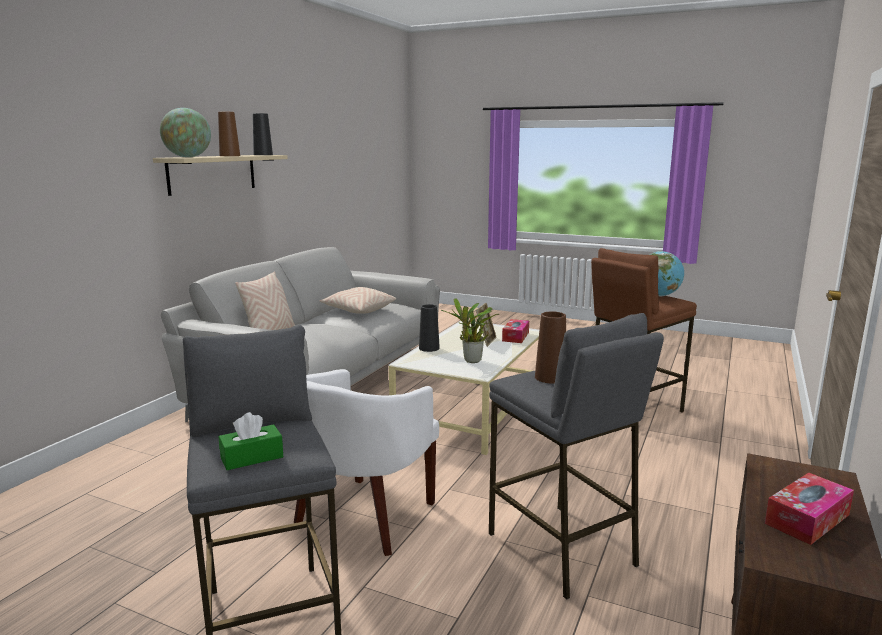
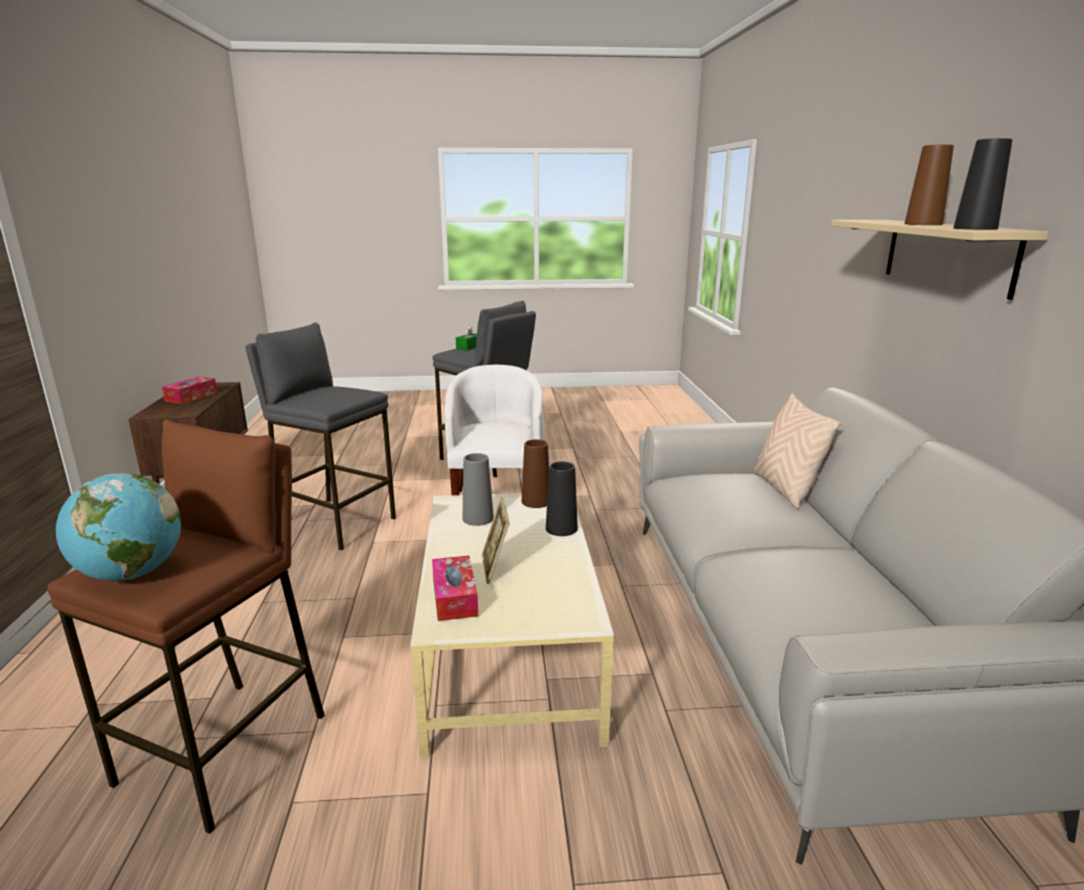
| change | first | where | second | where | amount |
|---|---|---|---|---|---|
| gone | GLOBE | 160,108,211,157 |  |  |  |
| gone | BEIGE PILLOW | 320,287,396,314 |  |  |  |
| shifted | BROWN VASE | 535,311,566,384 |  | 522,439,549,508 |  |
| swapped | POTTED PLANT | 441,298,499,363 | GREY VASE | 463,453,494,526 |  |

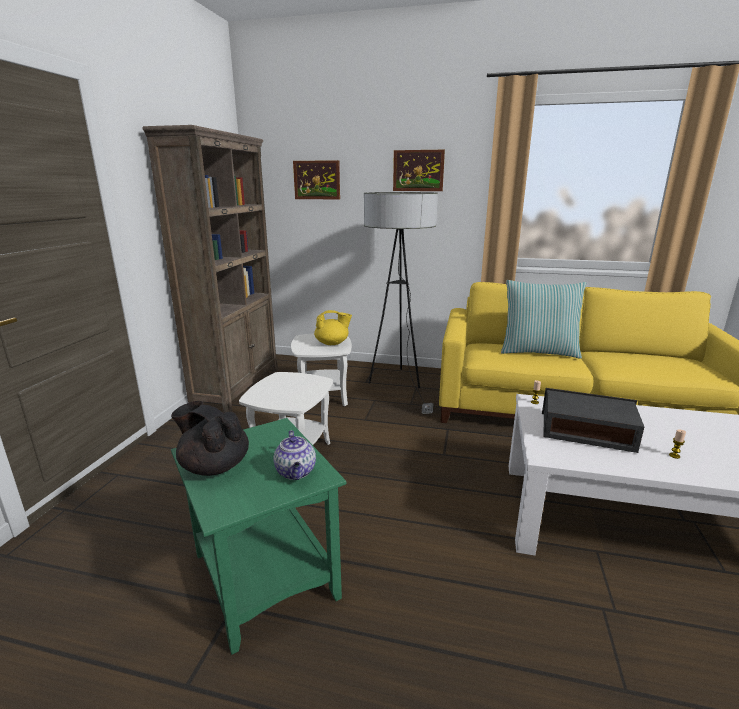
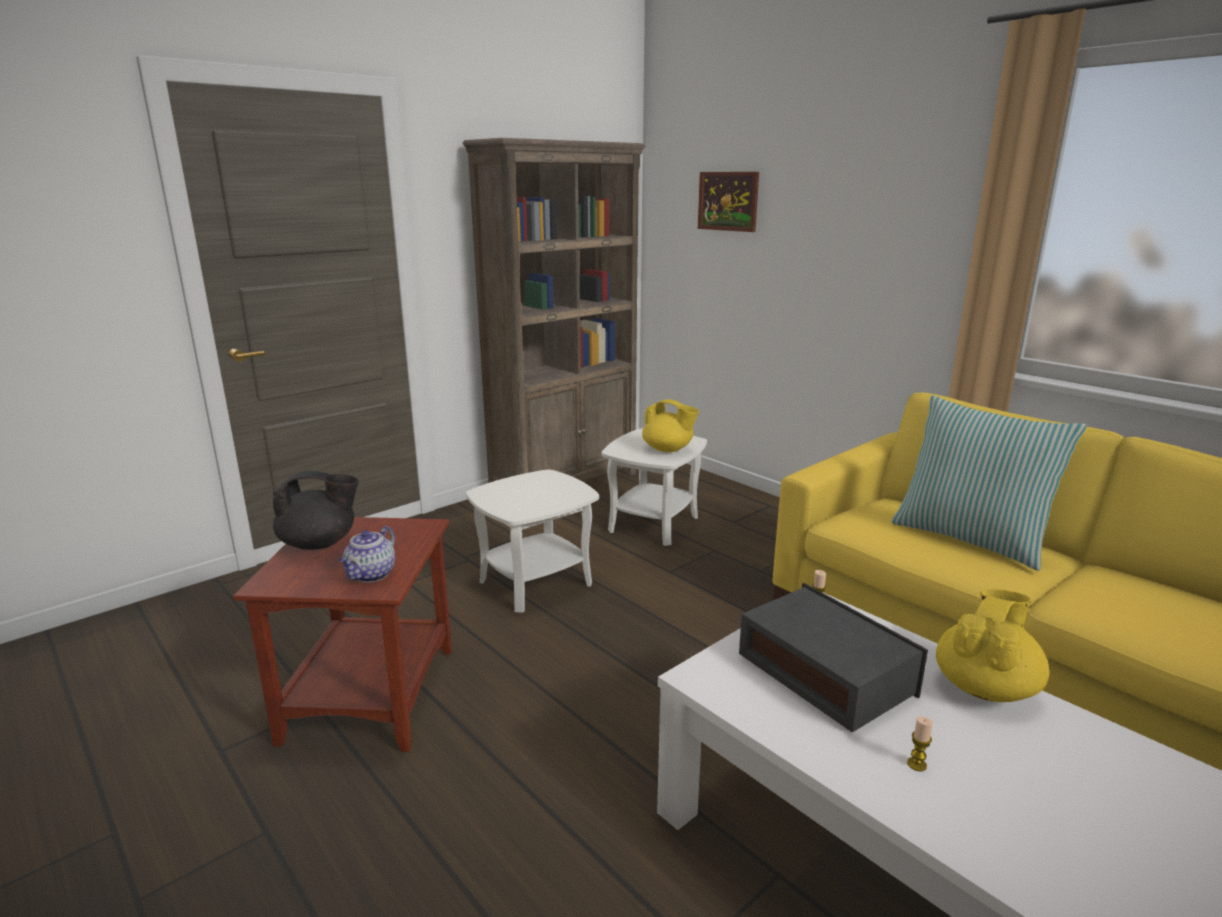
| change | first | where | second | where | amount |
|---|---|---|---|---|---|
| gone | FLOOR LAMP | 364,192,438,414 |  |  |  |
| gone | PICTURE | 393,150,445,191 |  |  |  |
| new |  |  | YELLOW TEAPOT | 936,589,1049,702 |  |
| repainted | GREEN SIDE TABLE | 171,418,346,655 | BROWN SIDE TABLE | 233,517,452,752 |  |
| rotated | BLACK TEAPOT | 171,401,249,476 |  | 273,471,359,550 | 105 degrees clockwise |

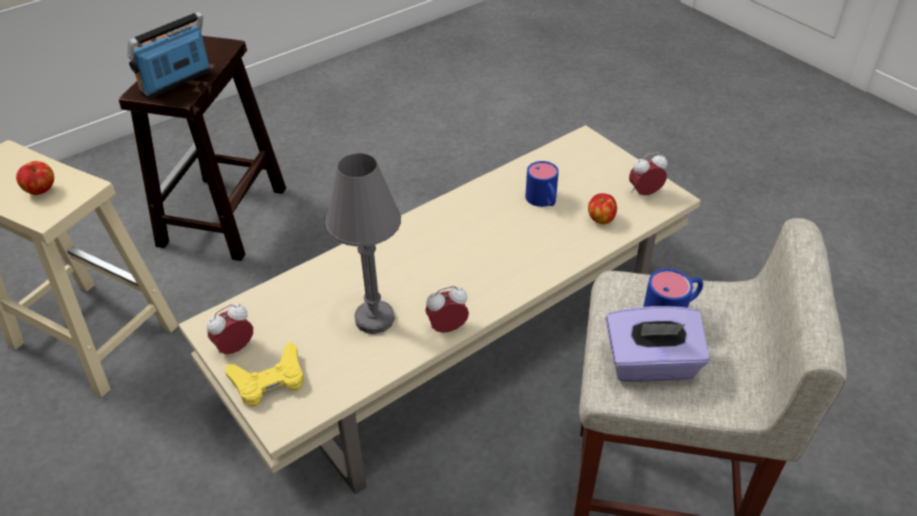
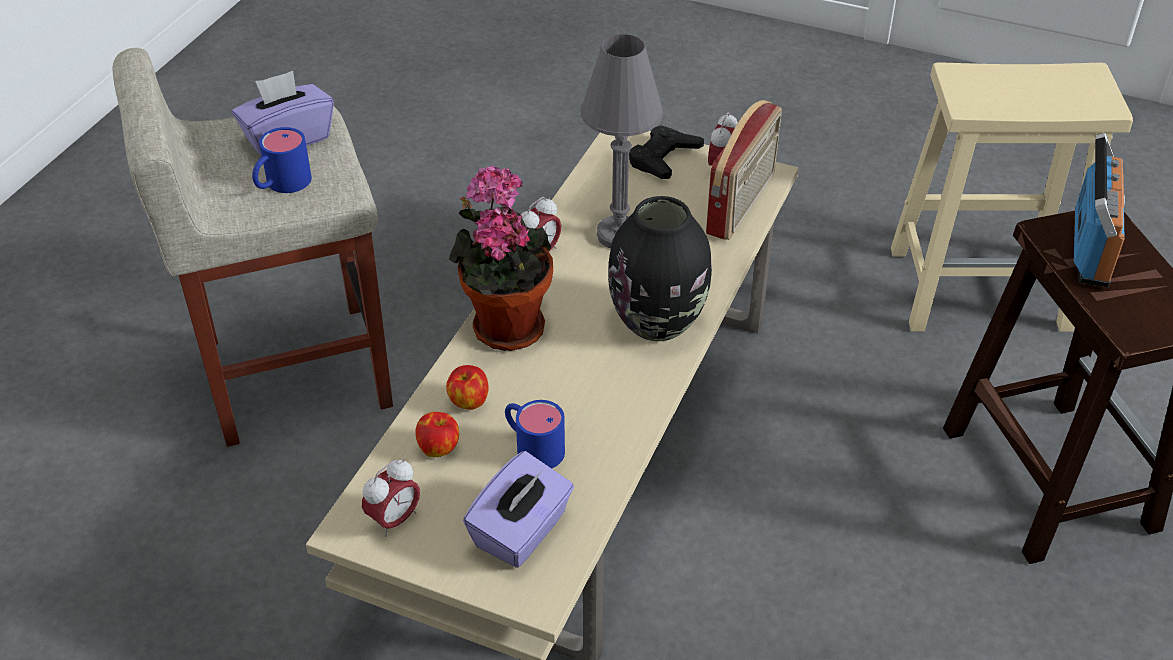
| change | first | where | second | where | amount |
|---|---|---|---|---|---|
| new |  |  | POTTED PLANT | 449,165,553,351 |  |
| new |  |  | PURPLE TISSUE BOX | 463,451,574,568 |  |
| new |  |  | BLACK VASE | 608,196,712,342 |  |
| new |  |  | RADIO | 706,100,782,240 |  |
| shifted | APPLE | 16,161,54,195 |  | 446,365,489,410 |  |
| repainted | YELLOW GAME CONTROLLER | 225,341,304,407 | BLACK GAME CONTROLLER | 629,125,704,179 |  |

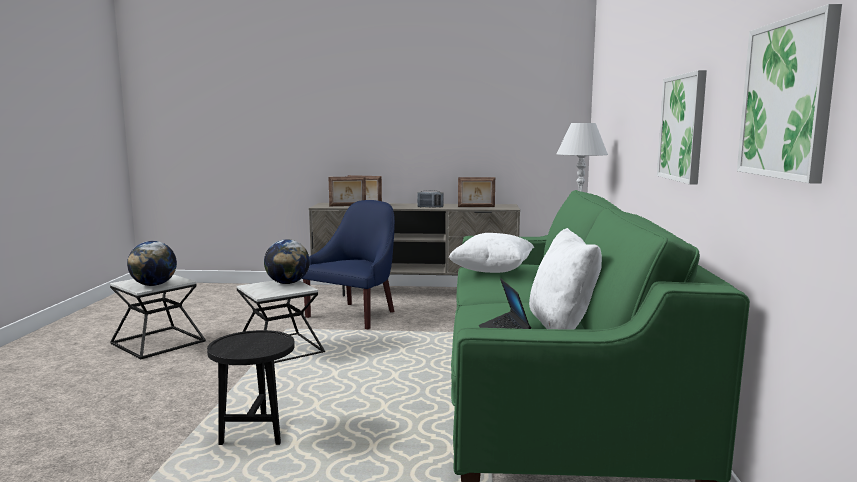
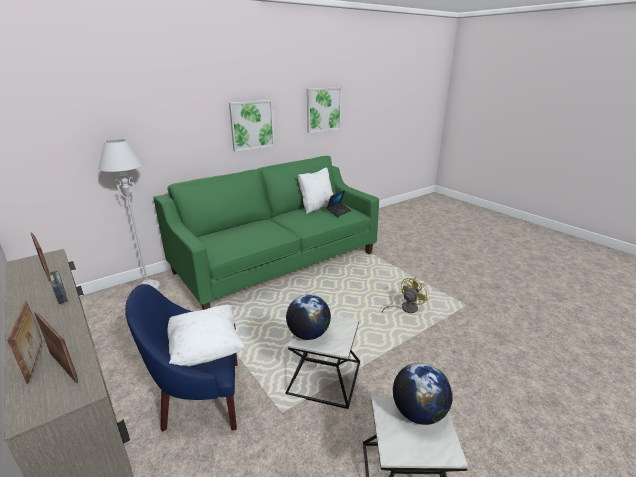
| change | first | where | second | where | amount |
|---|---|---|---|---|---|
| shifted | WHITE PILLOW | 449,233,534,273 |  | 168,305,245,366 |  |
| swapped | BLACK SIDE TABLE | 207,330,295,445 | YELLOW FAN | 382,277,428,313 |  |

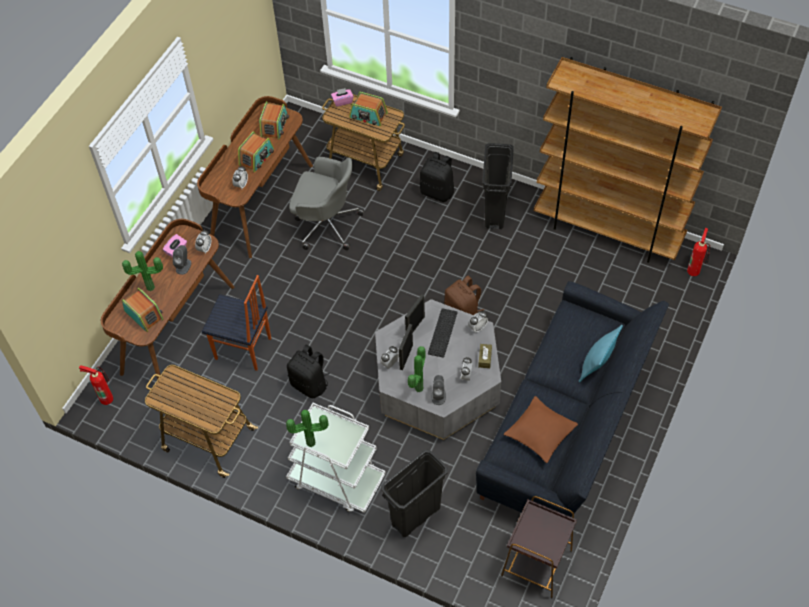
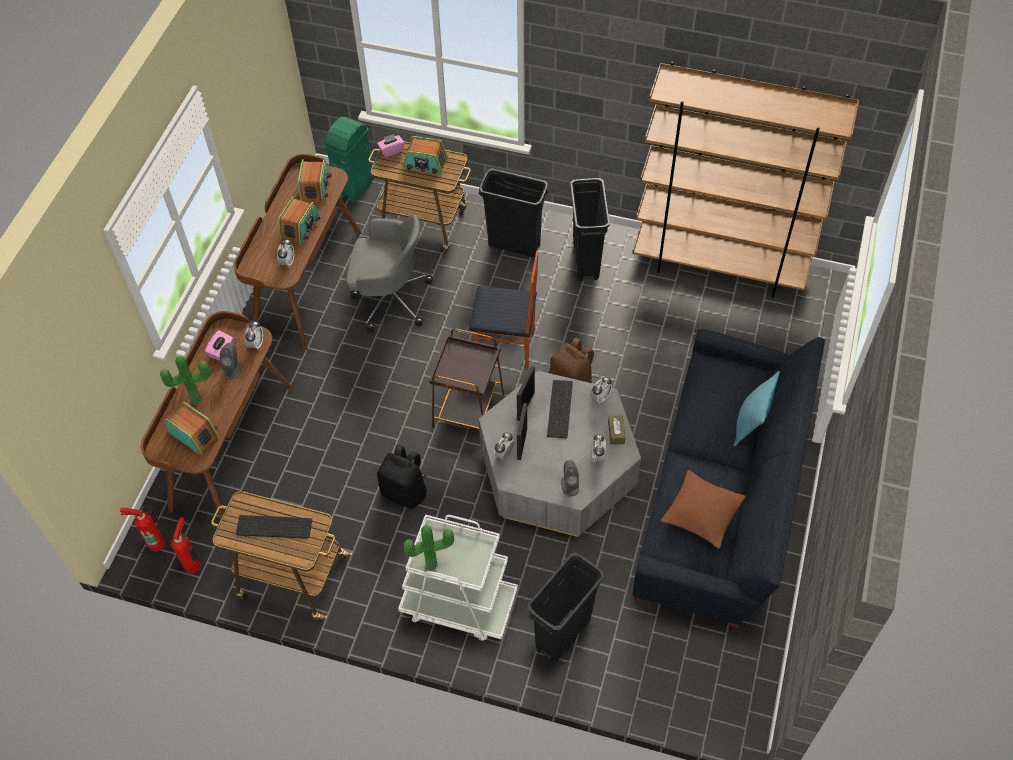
| change | first | where | second | where | amount |
|---|---|---|---|---|---|
| gone | POTTED PLANT | 408,346,426,392 |  |  |  |
| new |  |  | KEYBOARD | 236,515,312,539 |  |
| new |  |  | GREEN TRASH CAN | 324,117,374,203 |  |
| shifted | CHAIR | 201,275,271,371 |  | 469,251,539,370 |  |
| shifted | BROWN SIDE TABLE | 501,496,577,598 |  | 429,328,504,429 |  |
| shifted | FIRE EXTINGUISHER | 687,228,710,276 |  | 171,517,201,574 |  |
| swapped | BLACK BACKPACK | 419,152,454,202 | BLACK TRASH CAN | 478,168,549,257 |  |

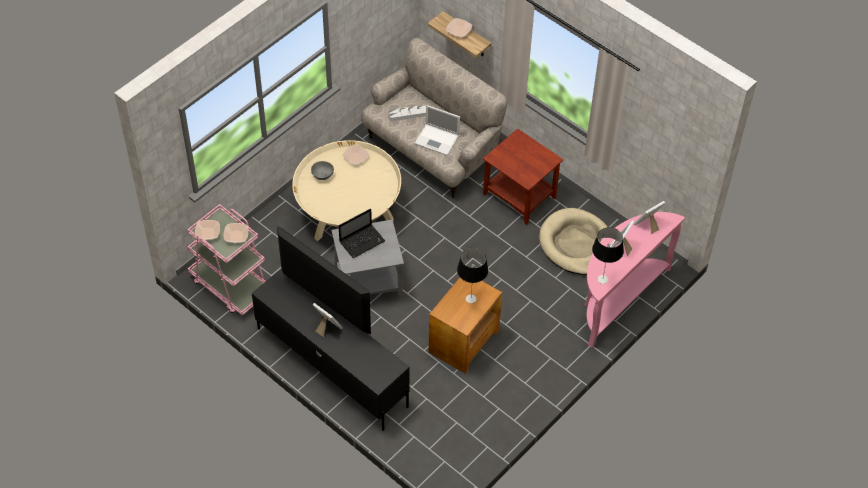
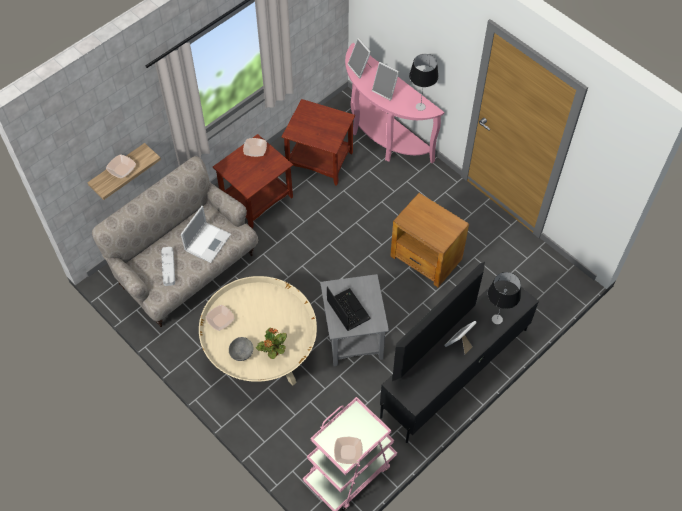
| change | first | where | second | where | amount |
|---|---|---|---|---|---|
| new |  |  | POTTED PLANT | 256,328,287,359 |  |
| shifted | BOWL | 224,223,249,243 |  | 243,138,267,157 |  |
| shifted | TABLE LAMP | 457,248,488,303 |  | 488,272,521,324 |  |
| swapped | BEIGE DOG BED | 539,208,608,275 | BROWN SIDE TABLE | 282,99,355,186 |  |

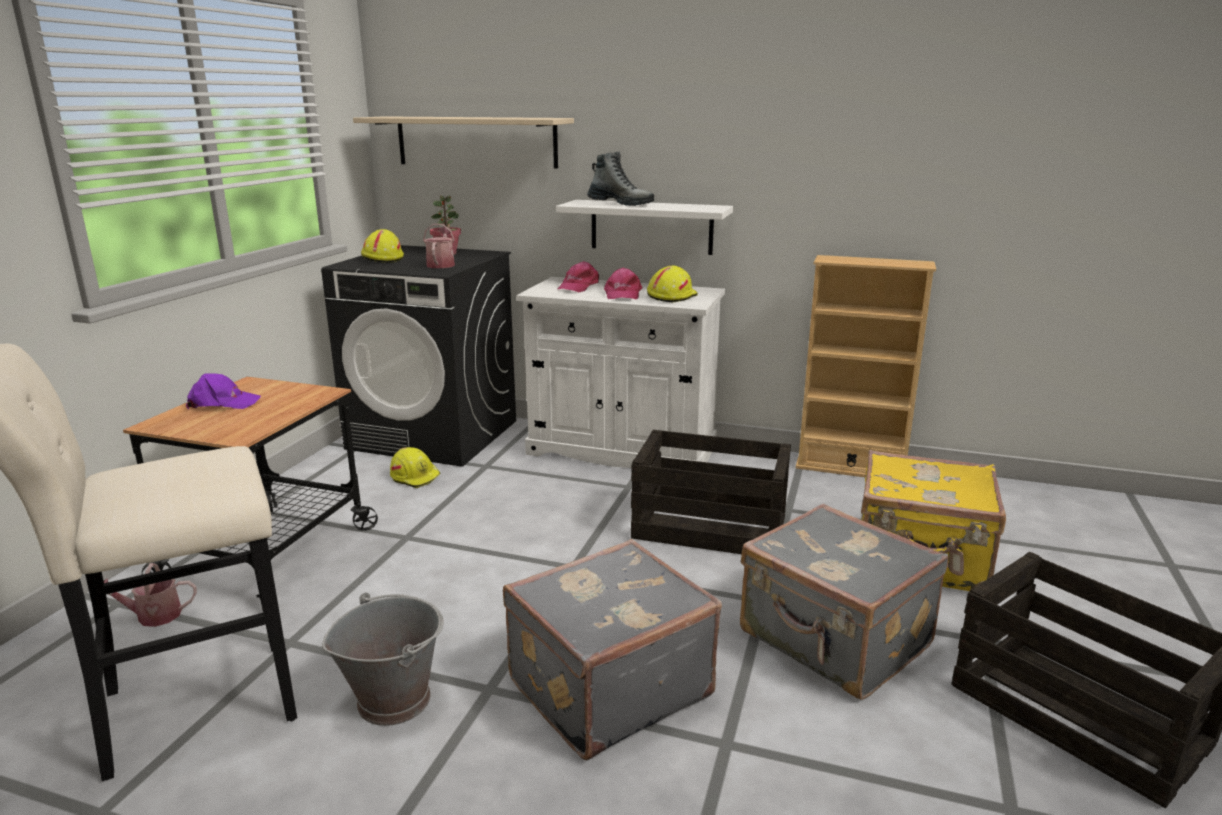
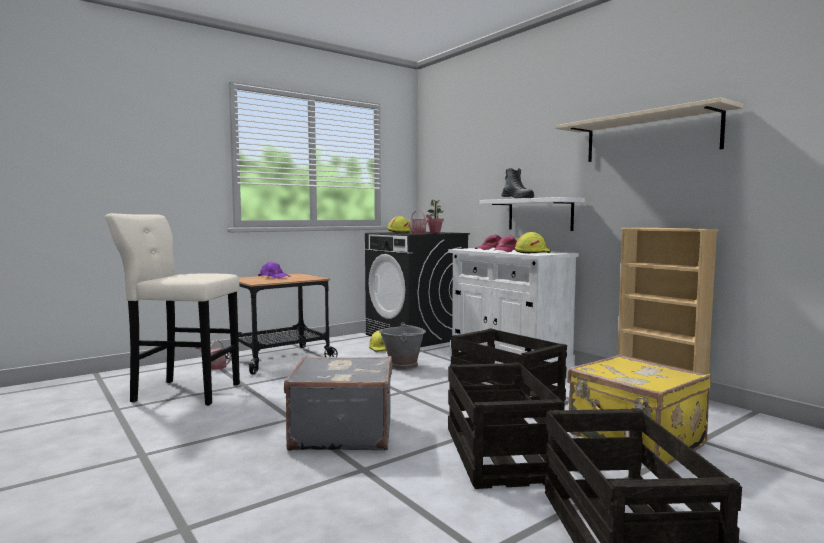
| change | first | where | second | where | amount |
|---|---|---|---|---|---|
| shifted | GREY BUCKET | 322,593,444,726 |  | 379,322,426,370 |  |
| shifted | BEIGE SHELF | 353,116,574,168 |  | 555,97,743,162 |  |
| swapped | GREY SUITCASE | 740,504,949,700 | CRATE | 448,362,565,489 |  |

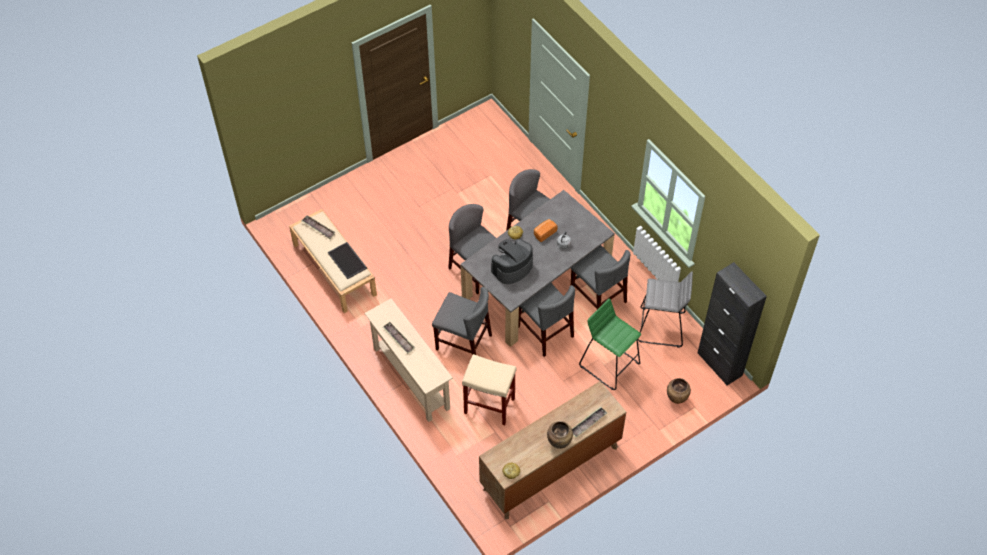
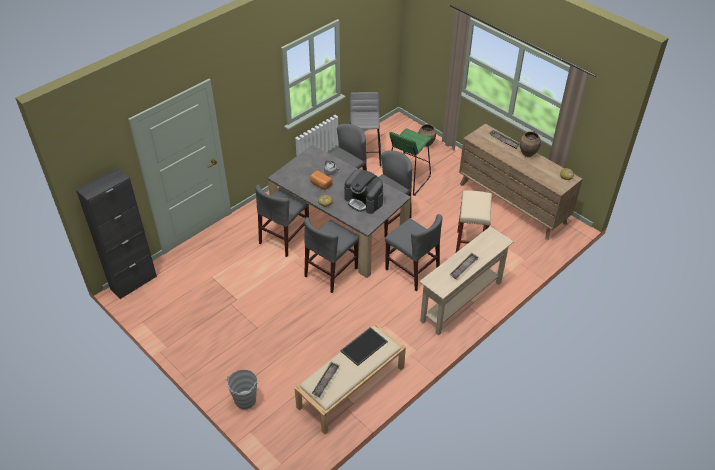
| change | first | where | second | where | amount |
|---|---|---|---|---|---|
| new |  |  | GREY BUCKET | 226,370,258,409 |  |
| shifted | BLACK CABINET | 697,262,767,386 |  | 76,168,157,299 |  |
| rotated | GREY CHAIR | 432,287,492,355 |  | 385,214,442,291 | 120 degrees clockwise |

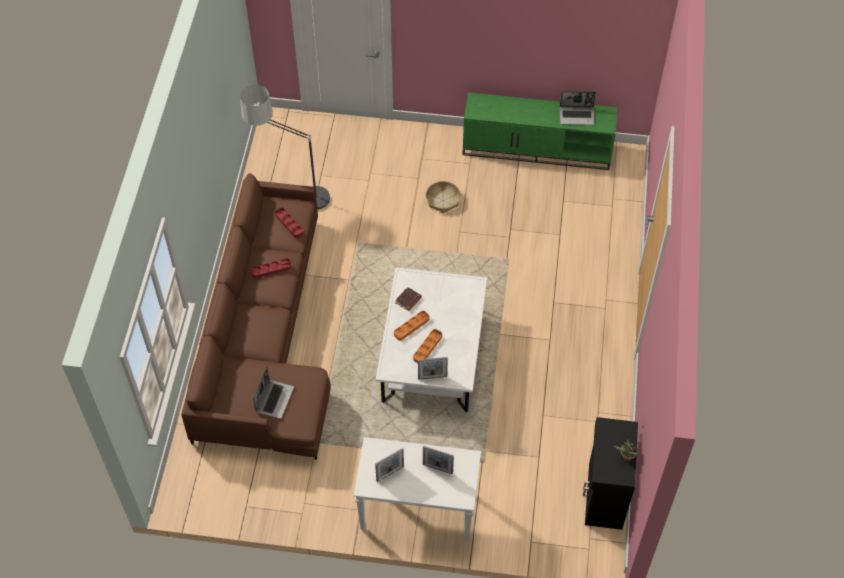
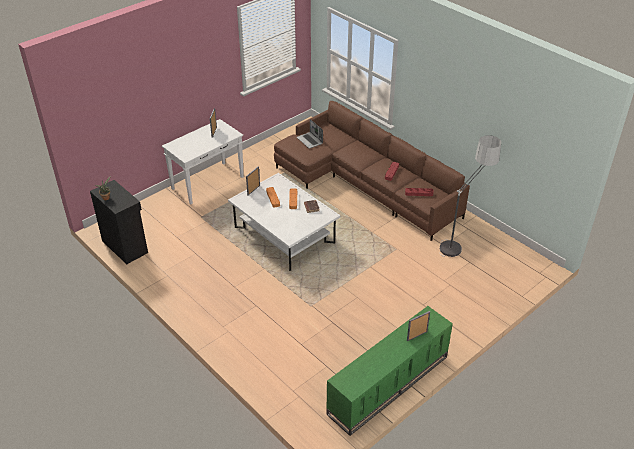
| change | first | where | second | where | amount |
|---|---|---|---|---|---|
| gone | BASKET | 426,181,461,213 |  |  |  |
| gone | LAPTOP | 559,91,596,125 |  |  |  |
| shifted | PICTURE FRAME | 423,446,454,474 |  | 407,311,430,341 |  |

